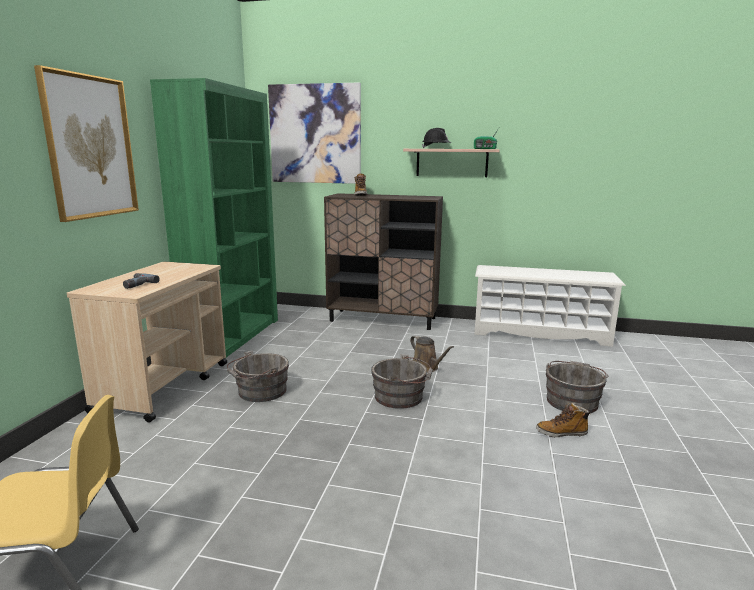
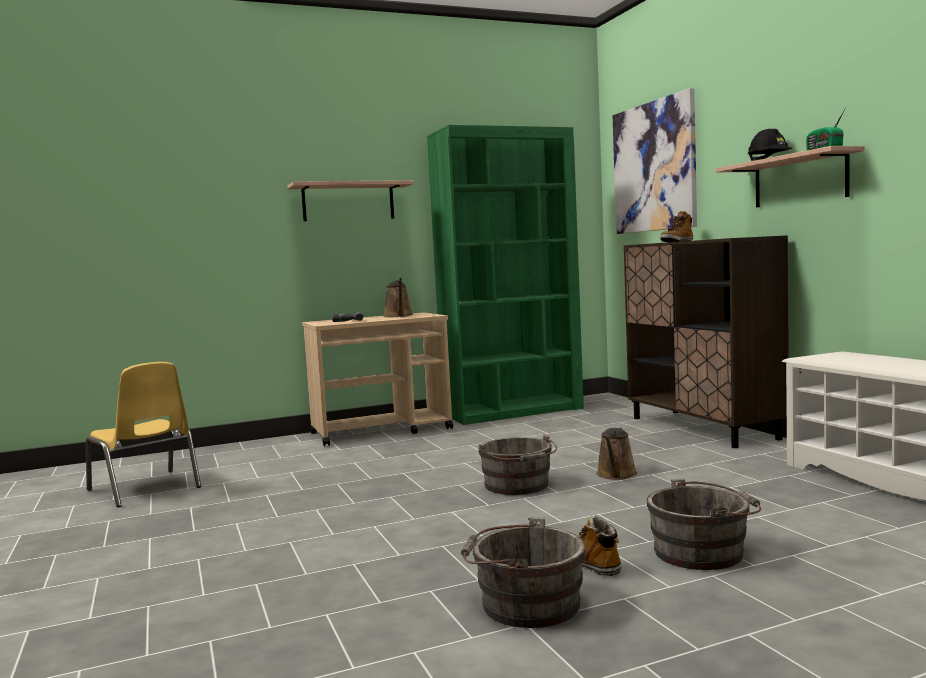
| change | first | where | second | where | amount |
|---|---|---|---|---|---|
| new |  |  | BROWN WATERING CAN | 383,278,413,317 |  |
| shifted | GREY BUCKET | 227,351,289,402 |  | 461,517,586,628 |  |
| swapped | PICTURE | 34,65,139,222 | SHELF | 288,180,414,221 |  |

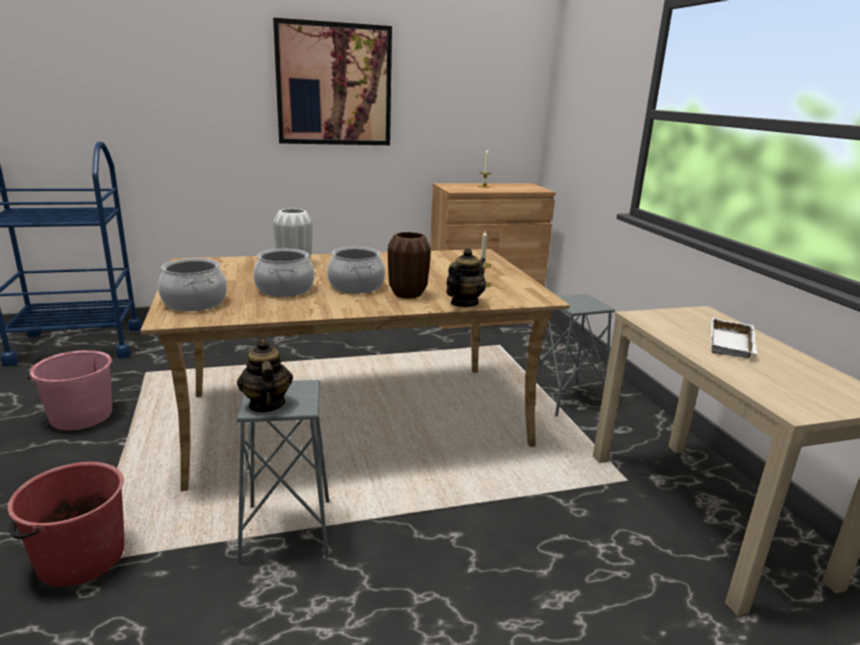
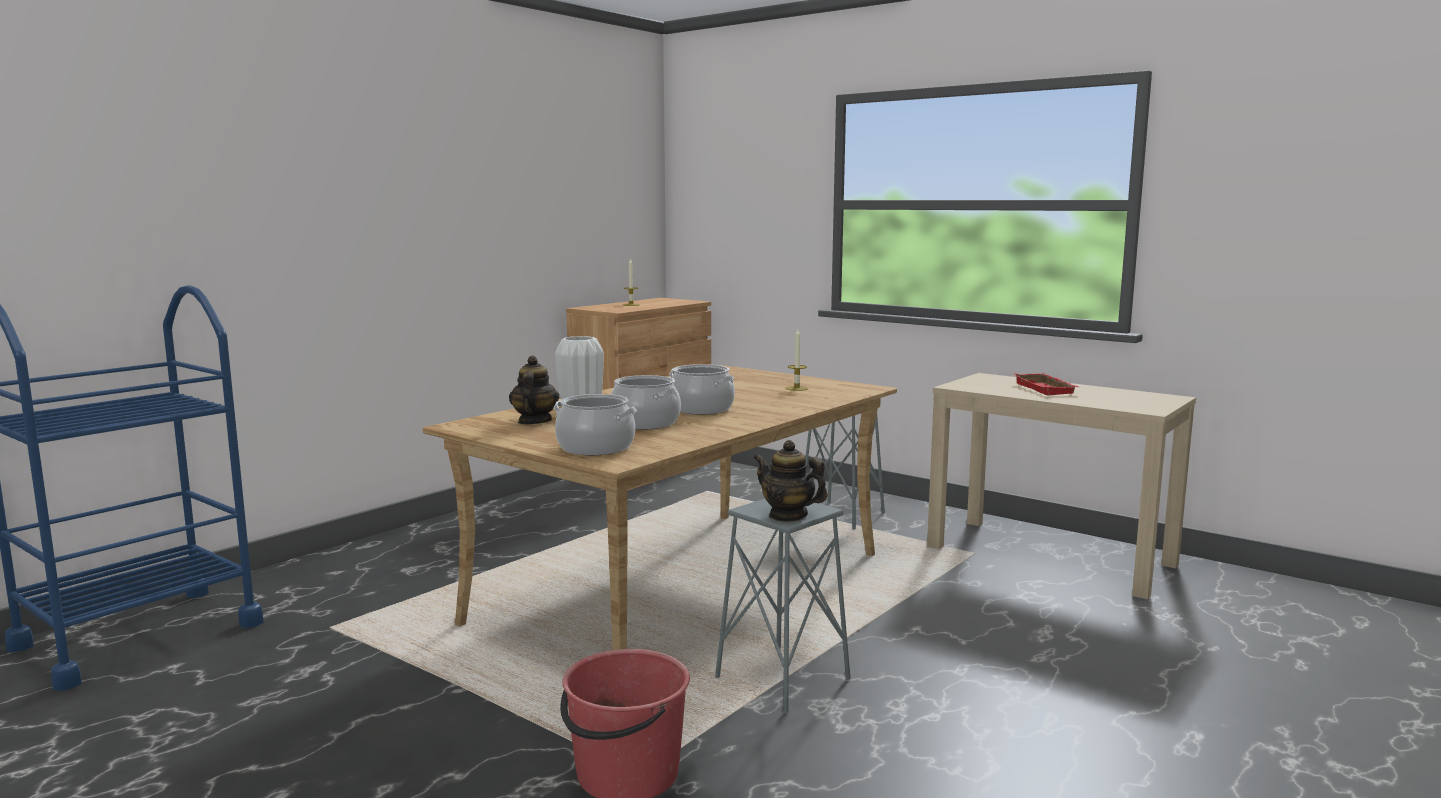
| change | first | where | second | where | amount |
|---|---|---|---|---|---|
| gone | PINK BUCKET | 27,350,113,430 |  |  |  |
| gone | PICTURE | 273,18,392,145 |  |  |  |
| gone | BROWN VASE | 388,232,431,299 |  |  |  |
| shifted | TEAPOT | 446,248,486,307 |  | 509,355,560,424 |  |
| repainted | WHITE TRAY | 711,317,757,358 | RED TRAY | 1013,373,1078,395 |  |

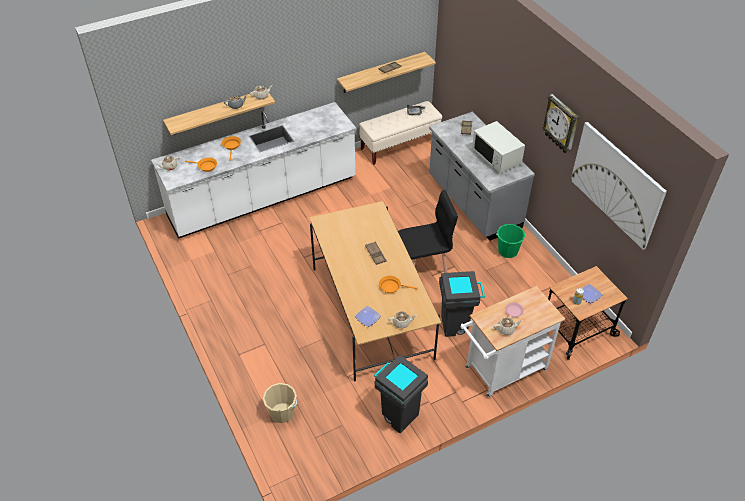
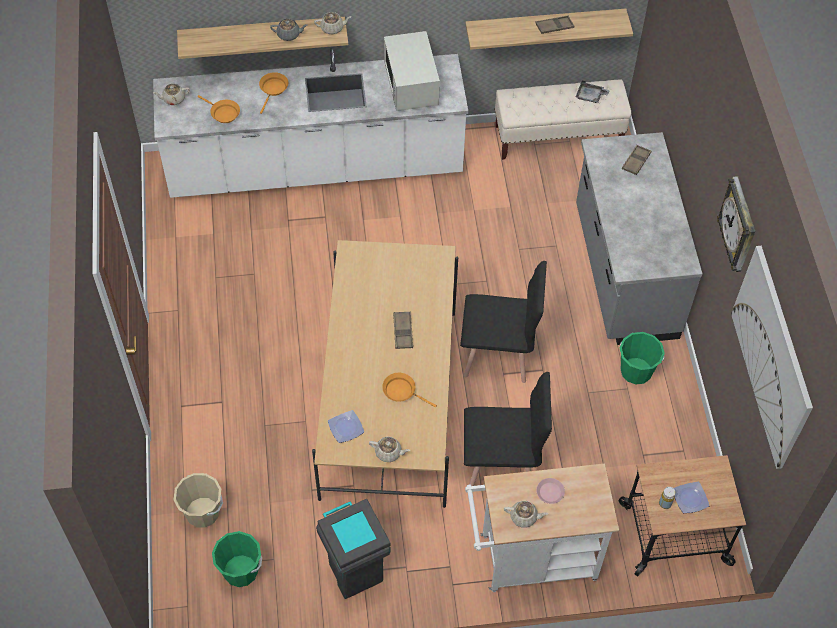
| change | first | where | second | where | amount |
|---|---|---|---|---|---|
| new |  |  | GREEN BUCKET | 212,531,262,587 |  |
| shifted | WHITE MICROWAVE | 472,121,525,174 |  | 384,31,440,111 |  |
| swapped | GREY TRASH CAN | 439,271,485,337 | BLACK CHAIR | 464,372,552,486 |  |

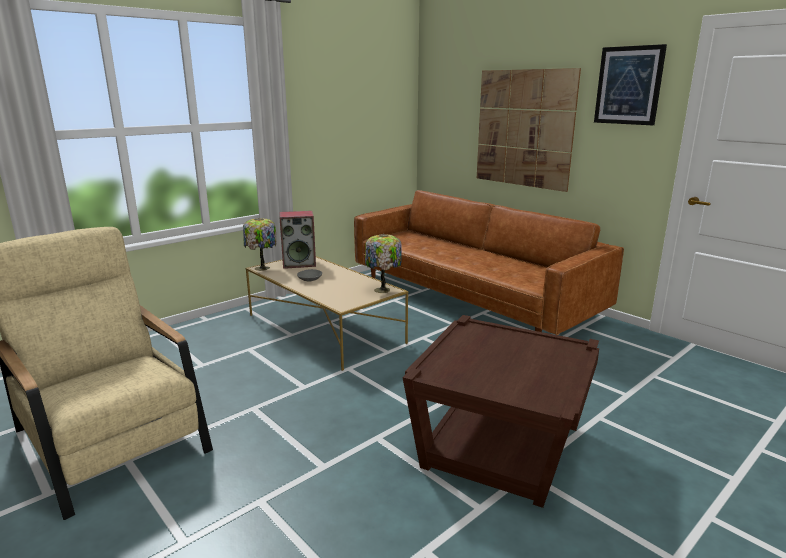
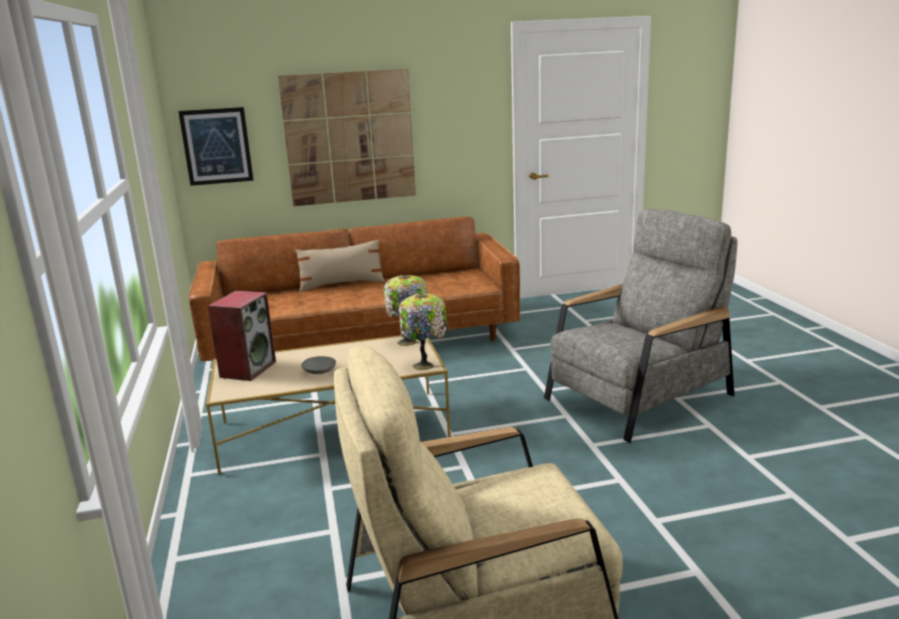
| change | first | where | second | where | amount |
|---|---|---|---|---|---|
| new |  |  | BEIGE PILLOW | 295,239,385,292 |  |
| shifted | TABLE LAMP | 243,218,276,271 |  | 399,293,448,370 |  |
| shifted | PICTURE | 594,44,667,125 |  | 178,107,253,186 |  |
| swapped | BROWN SIDE TABLE | 402,315,599,508 | GREY ARMCHAIR | 544,209,737,443 |  |

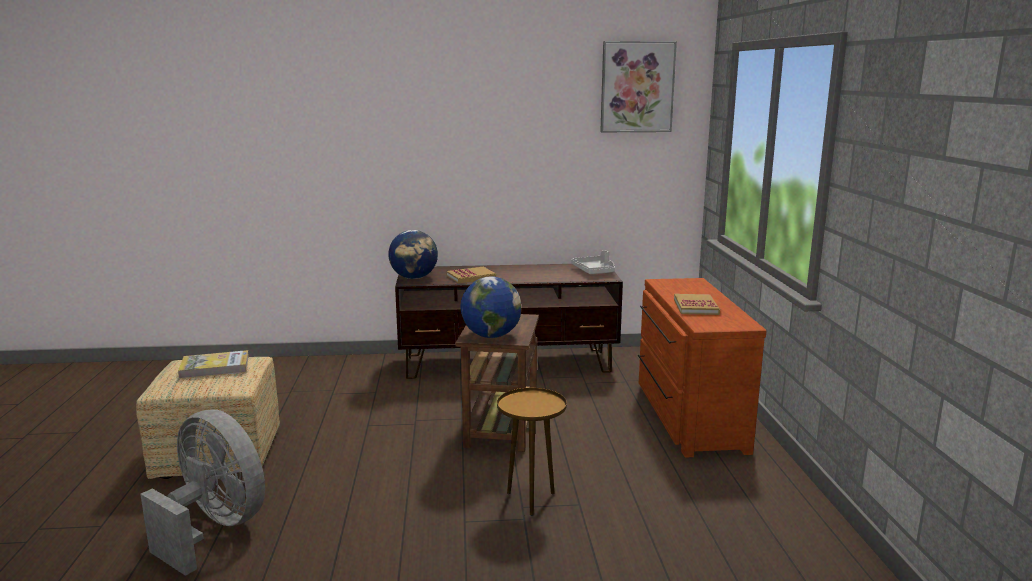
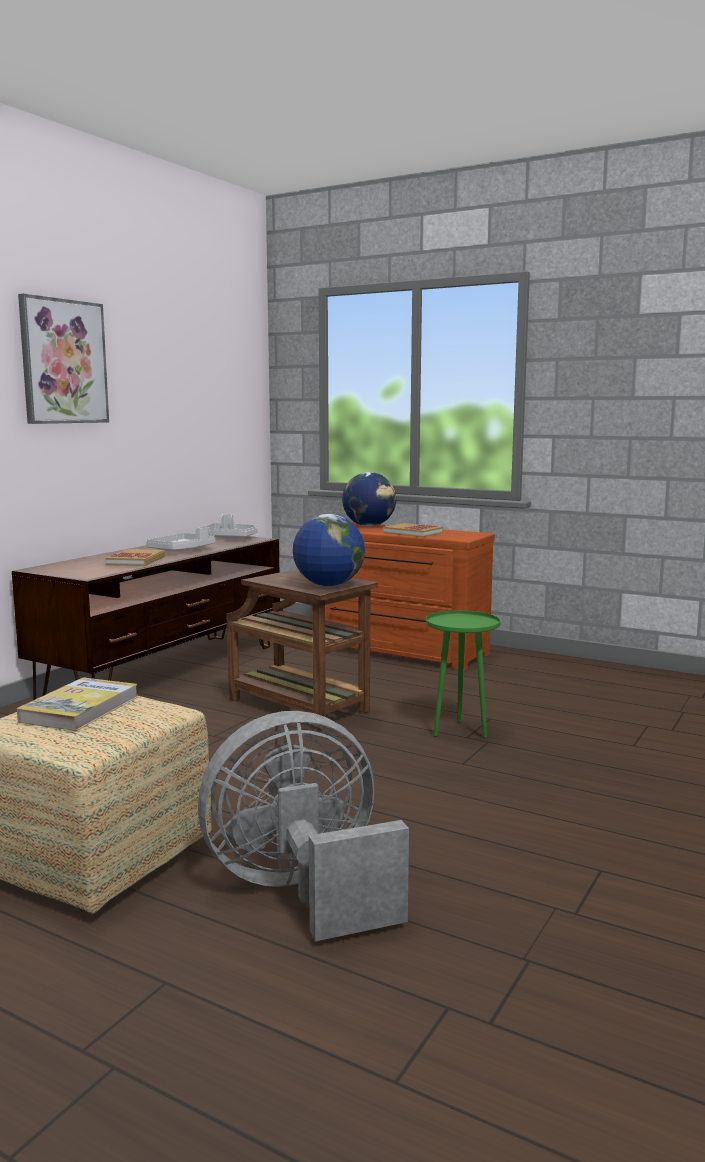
| change | first | where | second | where | amount |
|---|---|---|---|---|---|
| new |  |  | GREY TRAY | 146,527,215,552 |  |
| shifted | GLOBE | 388,230,438,279 |  | 342,472,396,526 |  |
| shifted | PICTURE | 600,41,677,132 |  | 18,294,109,424 |  |
| repainted | BROWN SIDE TABLE | 497,388,567,516 | GREEN SIDE TABLE | 426,610,500,738 |  |

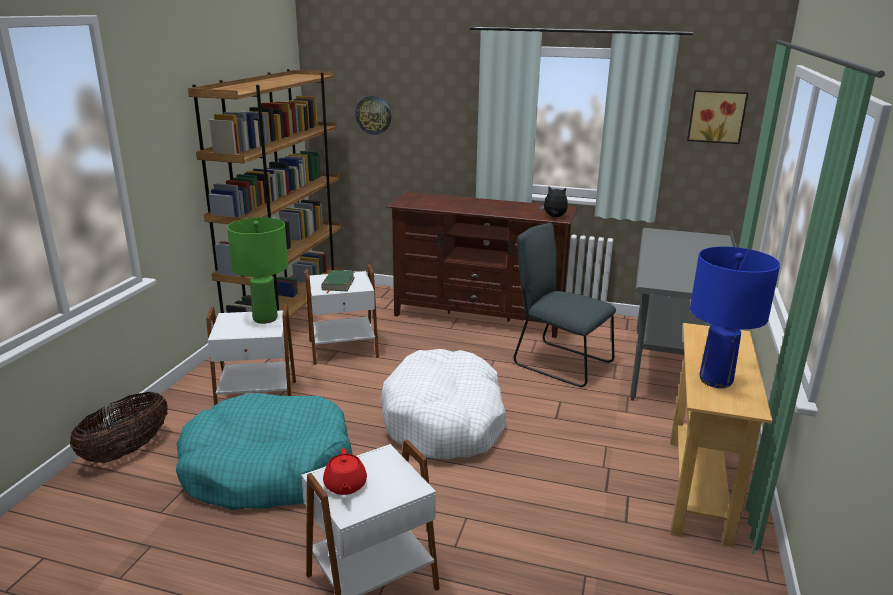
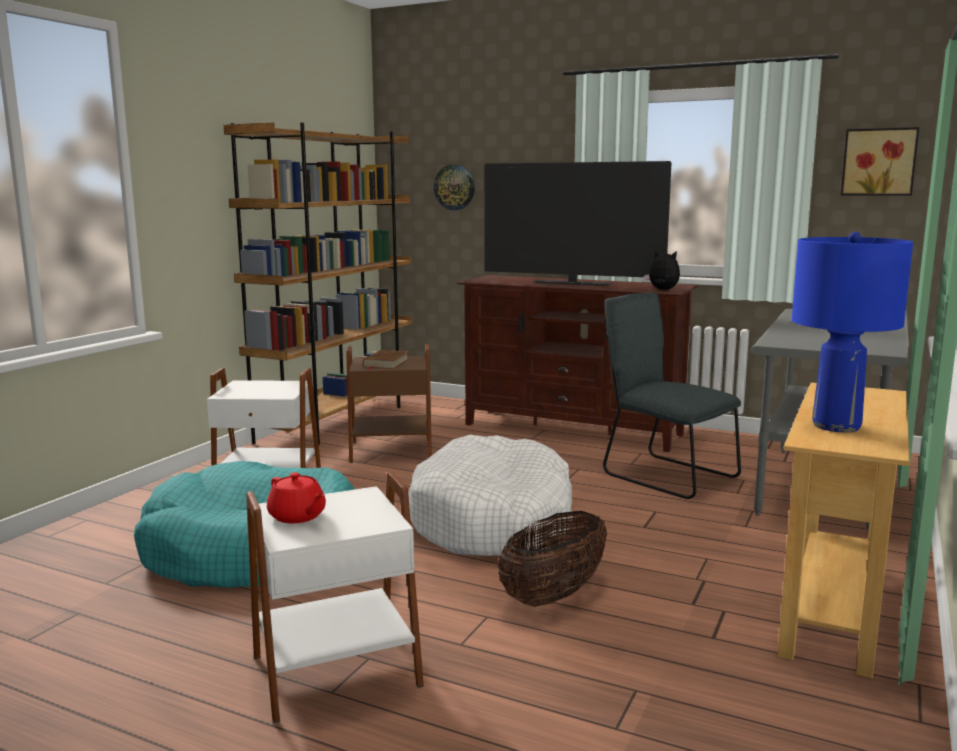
| change | first | where | second | where | amount |
|---|---|---|---|---|---|
| gone | GREEN TABLE LAMP | 227,217,288,324 |  |  |  |
| new |  |  | TELEVISION | 484,161,672,286 |  |
| shifted | BASKET | 70,392,168,463 |  | 497,511,607,607 |  |
| repainted | WHITE SIDE TABLE | 305,264,379,365 | BROWN SIDE TABLE | 346,344,432,463 |  |
| repainted | GREEN BOOK | 321,270,355,293 | BROWN BOOK | 363,350,409,370 |  |
| rotated | RED TEAPOT | 323,448,367,495 |  | 267,472,326,524 | 45 degrees counterclockwise |

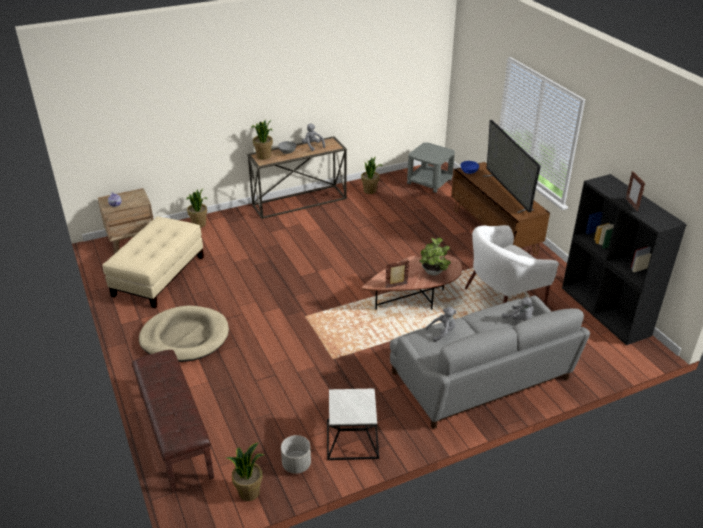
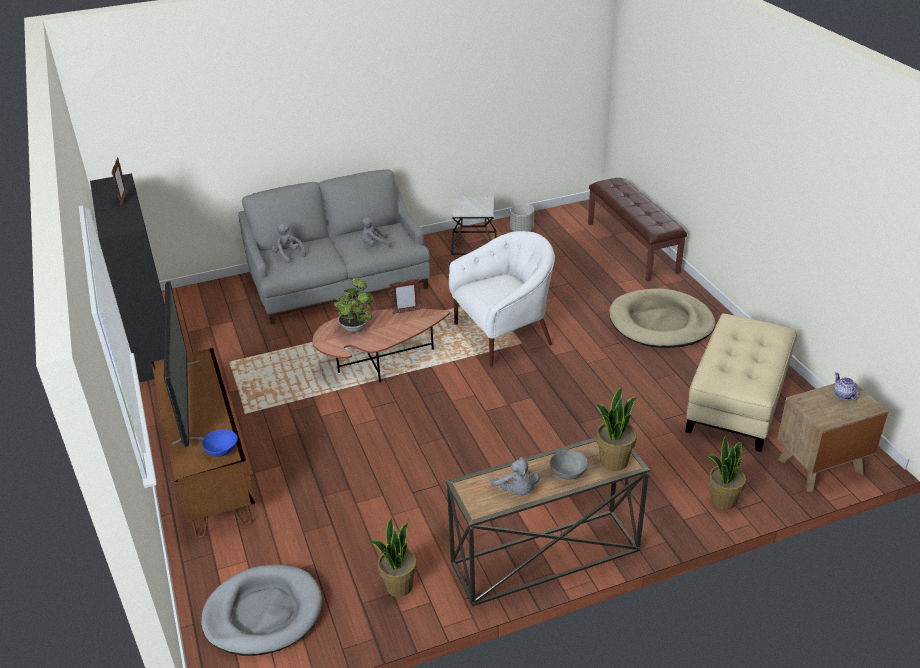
| change | first | where | second | where | amount |
|---|---|---|---|---|---|
| gone | POTTED PLANT | 227,442,264,501 |  |  |  |
| shifted | WHITE ARMCHAIR | 464,225,559,305 |  | 449,231,555,367 |  |
| swapped | GREY SIDE TABLE | 407,142,455,193 | GREY DOG BED | 201,565,322,656 |  |

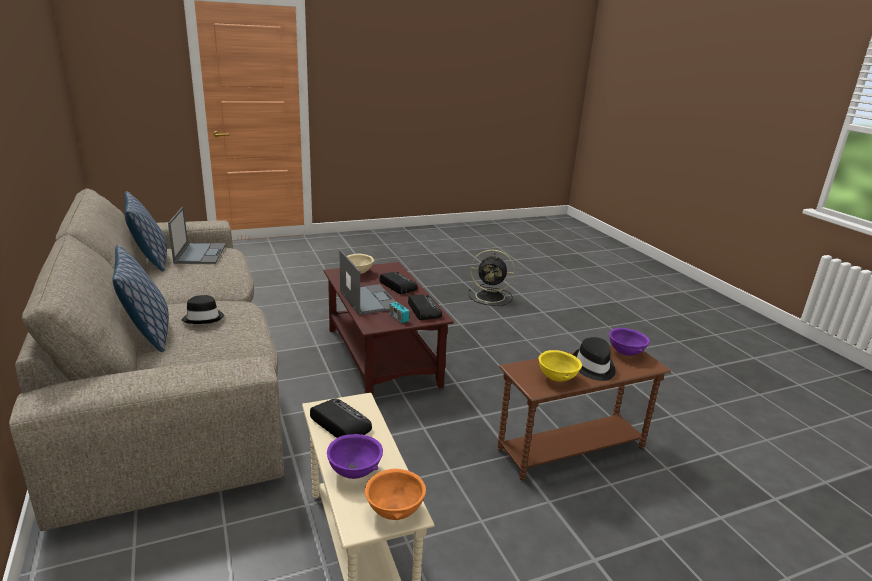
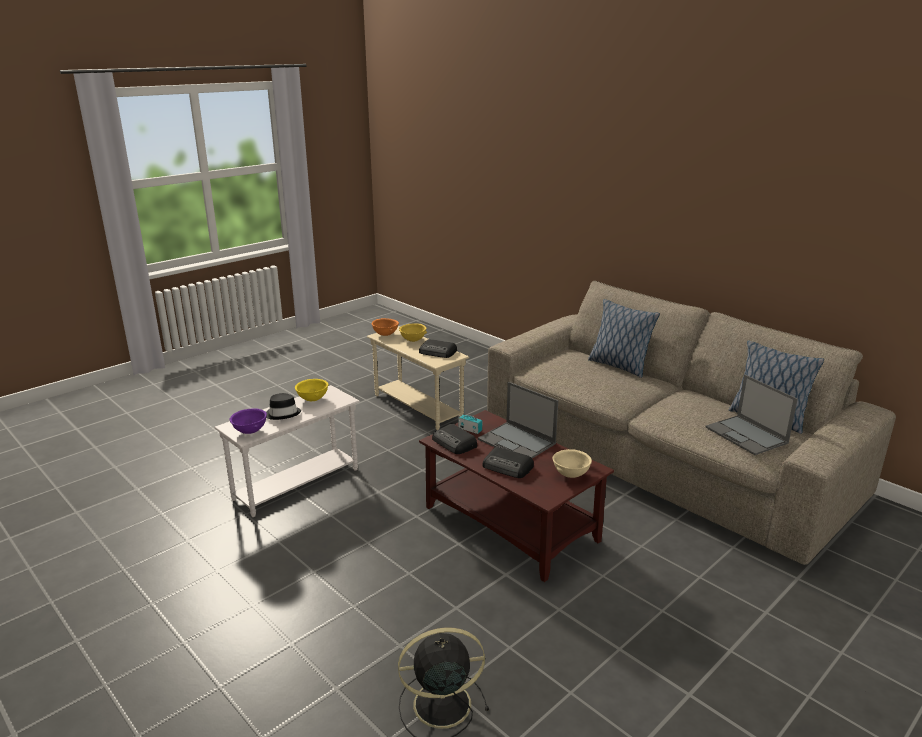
| change | first | where | second | where | amount |
|---|---|---|---|---|---|
| gone | BLACK HAT | 181,295,224,324 |  |  |  |
| repainted | PURPLE BOWL | 327,434,383,479 | YELLOW BOWL | 399,323,427,342 |  |
| repainted | BROWN SIDE TABLE | 497,345,671,481 | WHITE SIDE TABLE | 215,385,360,517 |  |

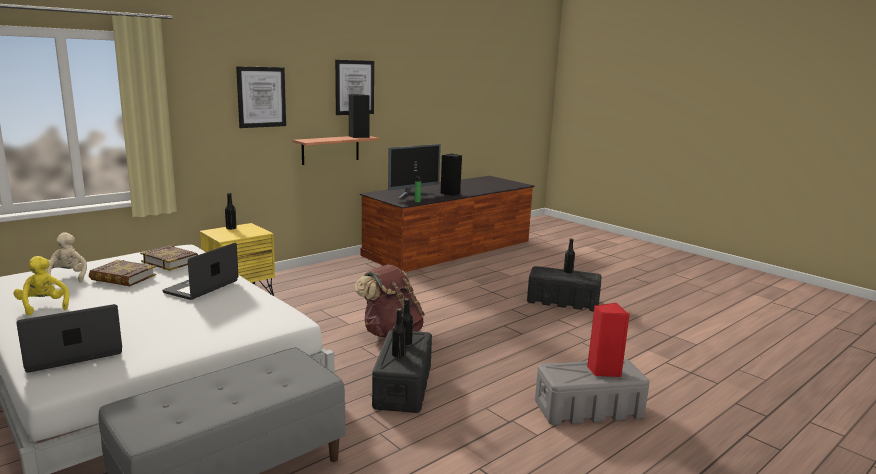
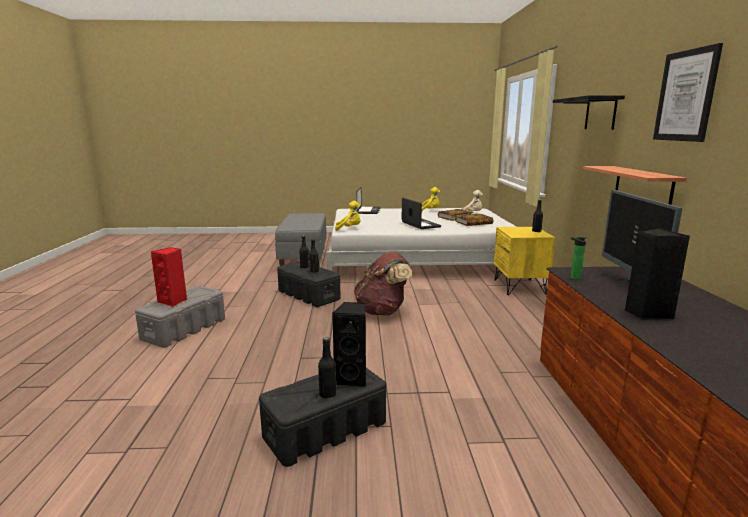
| change | first | where | second | where | amount |
|---|---|---|---|---|---|
| new |  |  | YELLOW PLUSH TOY | 335,201,361,231 |  |
| shifted | BLACK SPEAKER | 349,94,370,138 |  | 332,302,366,387 |  |
| swapped | PICTURE | 236,66,286,128 | BLACK SHELF | 553,95,625,130 |  |

